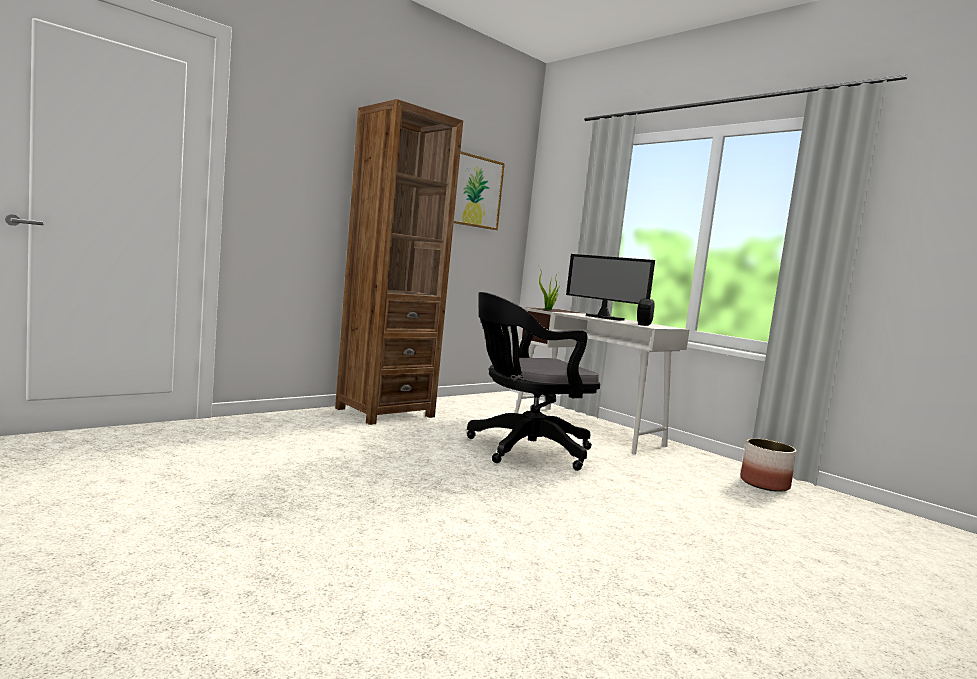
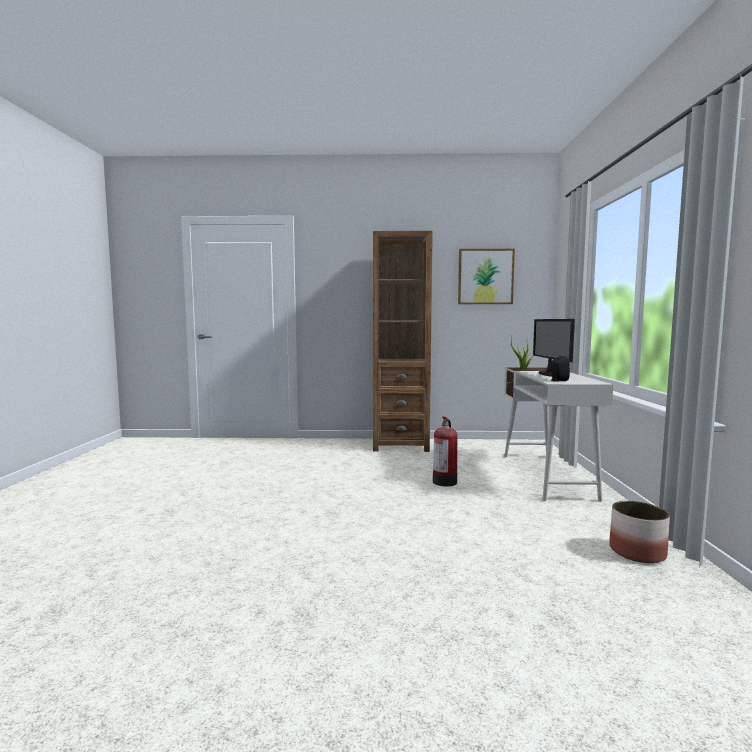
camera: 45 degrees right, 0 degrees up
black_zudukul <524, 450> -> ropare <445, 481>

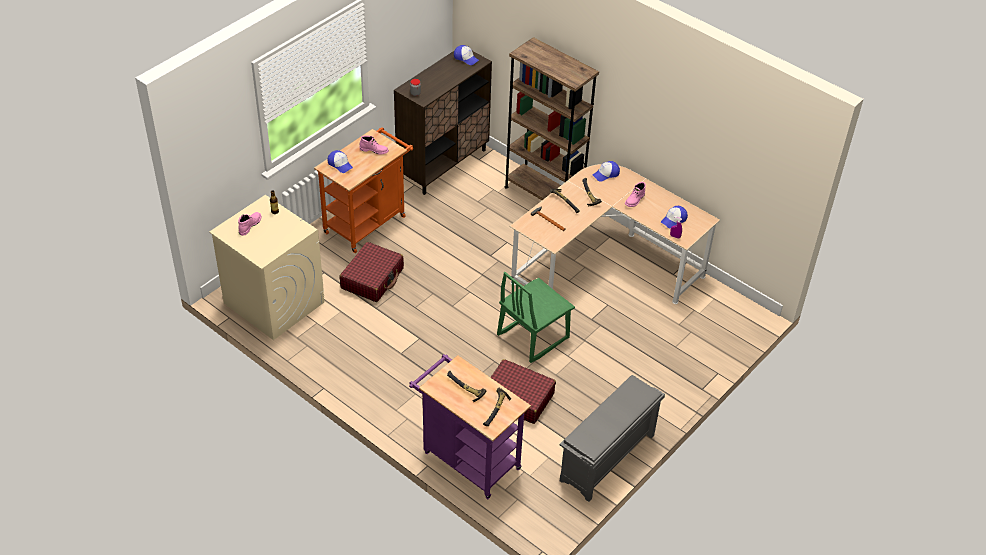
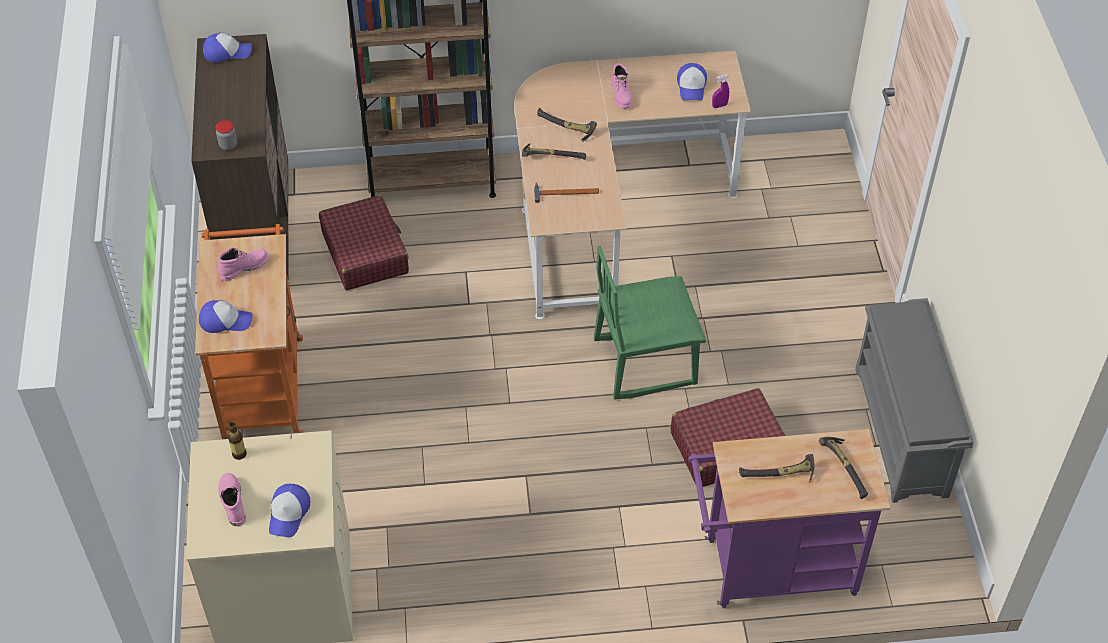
camera: 45 degrees left, 5 degrees up
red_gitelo <372, 278> -> red_gitelo <365, 252>, move
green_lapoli <532, 336> -> green_lapoli <644, 361>, 75 degrees clockwise
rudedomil <606, 174> -> rudedomil <289, 513>, move

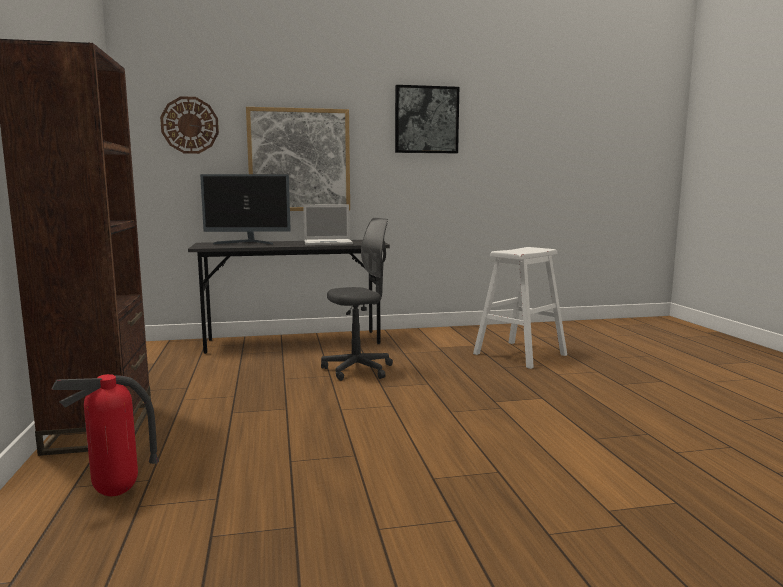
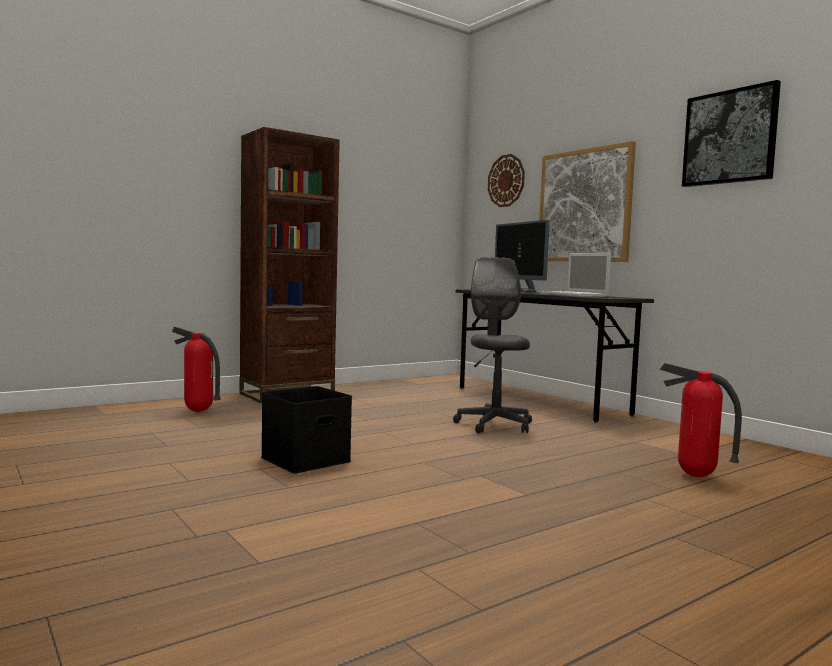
camera: 65 degrees right, 5 degrees down
grey_zudukul <358, 370> -> grey_zudukul <494, 425>, 135 degrees counterclockwise
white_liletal <519, 354> -> ropare <696, 476>
none -> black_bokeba <306, 458>

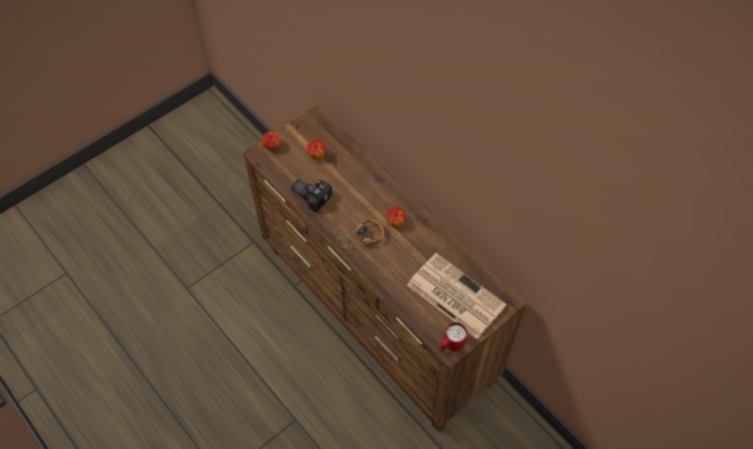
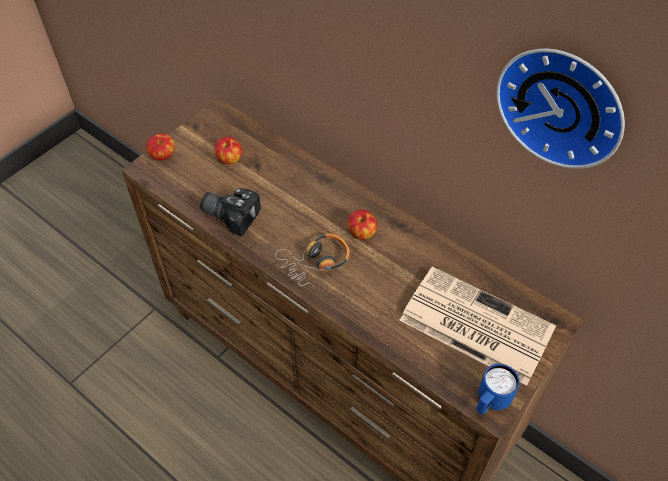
camera: 10 degrees left, 5 degrees down
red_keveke <451, 345> -> blue_keveke <490, 401>
none -> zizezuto <563, 104>

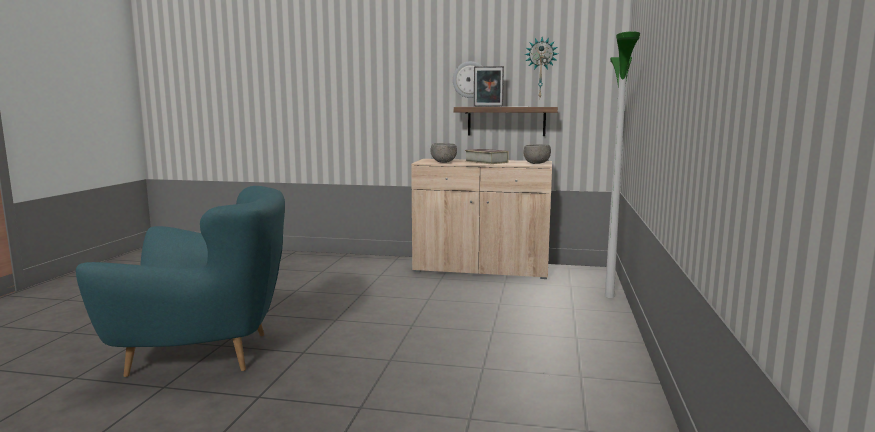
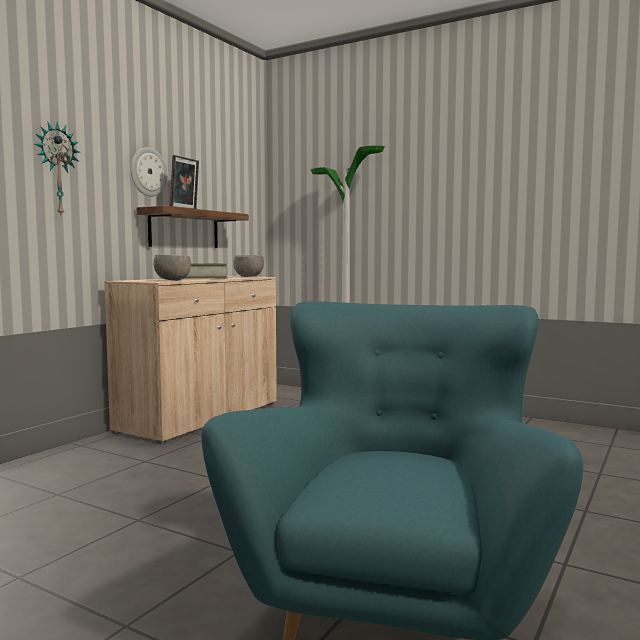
camera: 70 degrees left, 5 degrees down
zizezuto <541, 68> -> zizezuto <56, 169>, move

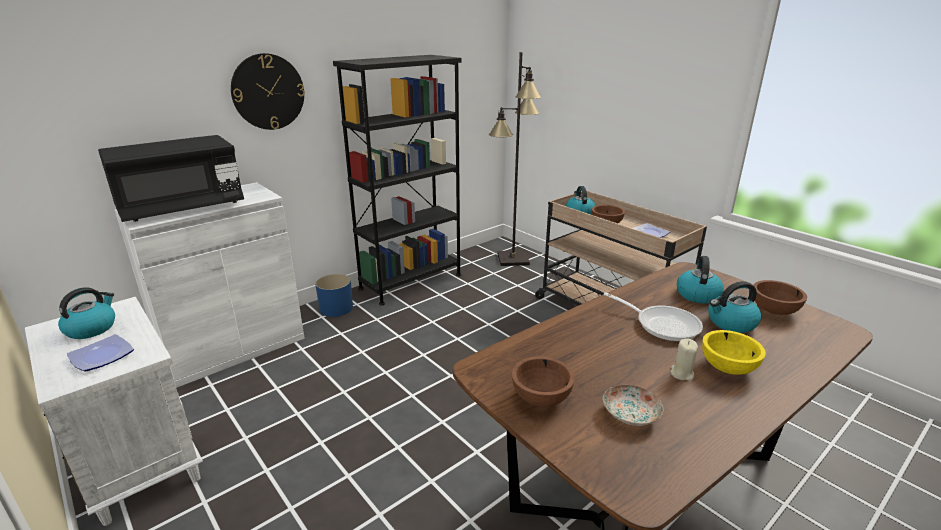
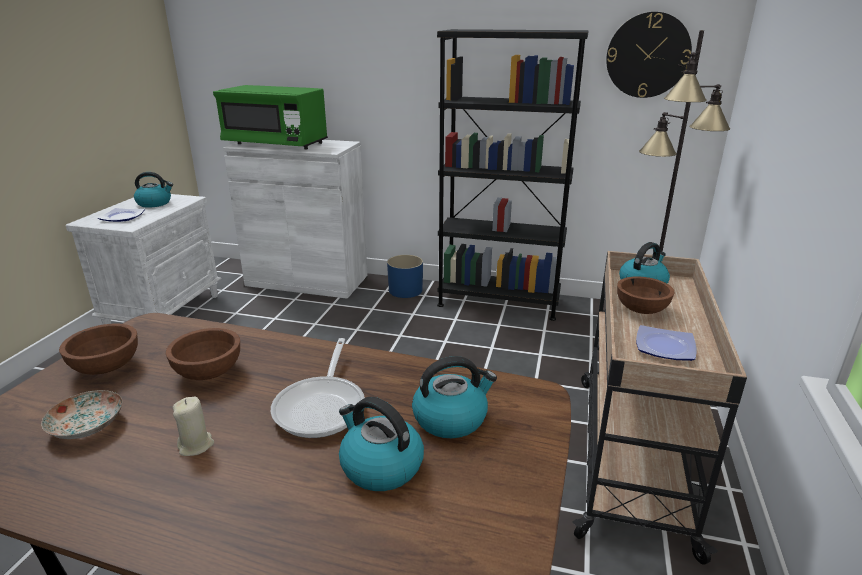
camera: 55 degrees right, 0 degrees up
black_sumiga <182, 208> -> green_sumiga <275, 144>
zizezuto <268, 92> -> zizezuto <647, 55>, move
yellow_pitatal <728, 367> -> none
brown_pitatal <774, 310> -> brown_pitatal <208, 372>, move

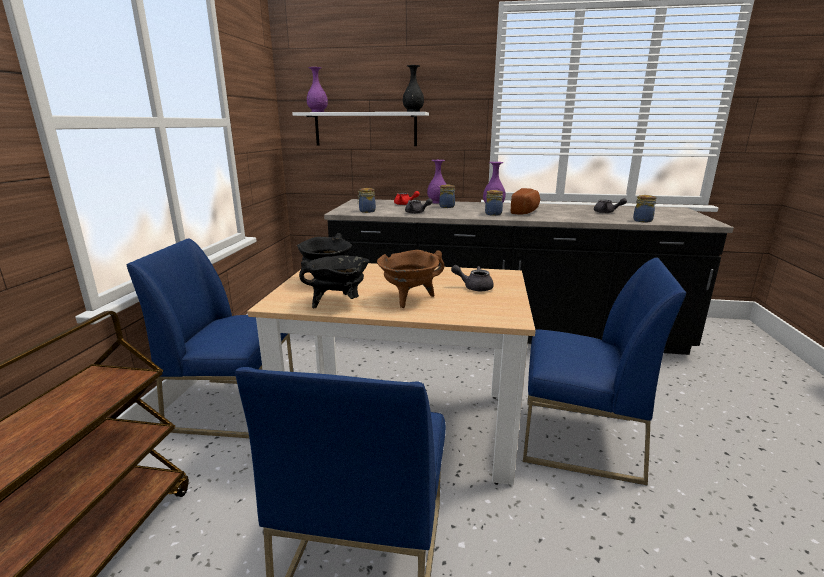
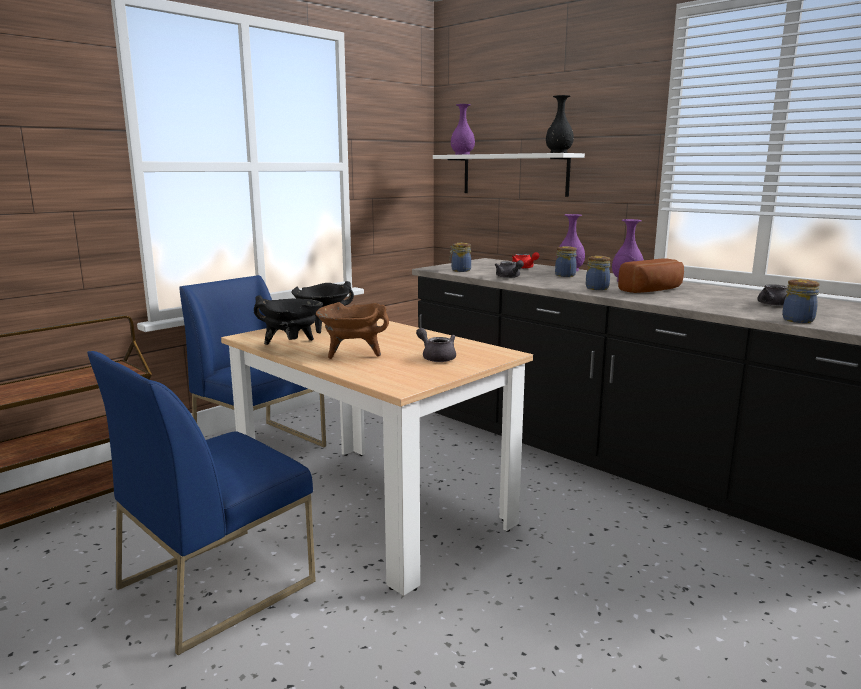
camera: 35 degrees right, 5 degrees down
blue_lapoli <578, 439> -> none

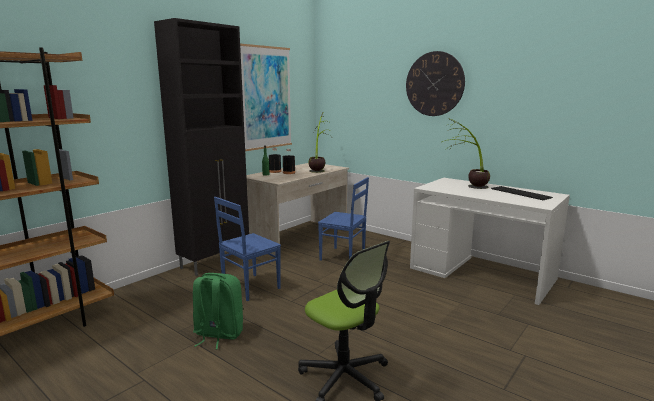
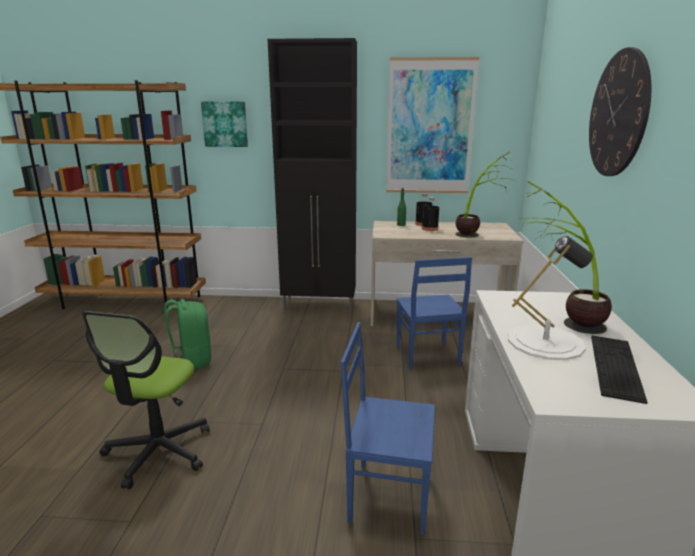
camera: 55 degrees right, 5 degrees up
blue_lapoli <250, 287> -> blue_lapoli <388, 495>, move
none -> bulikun <225, 124>
none -> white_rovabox <545, 342>

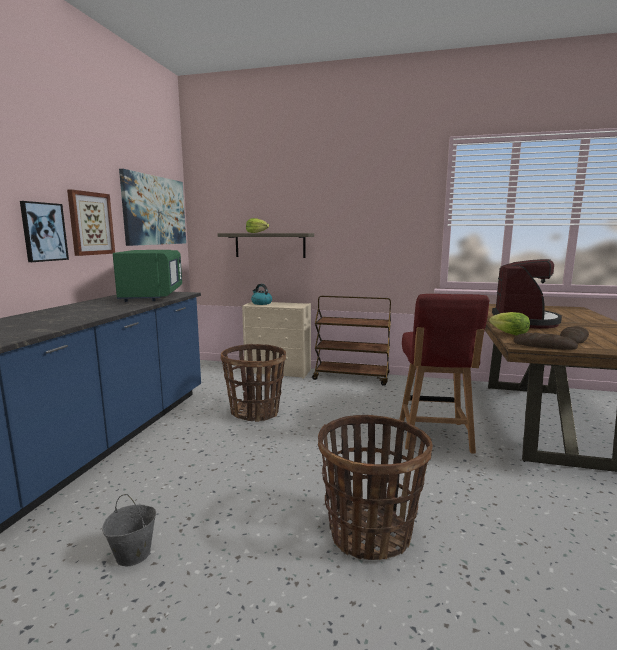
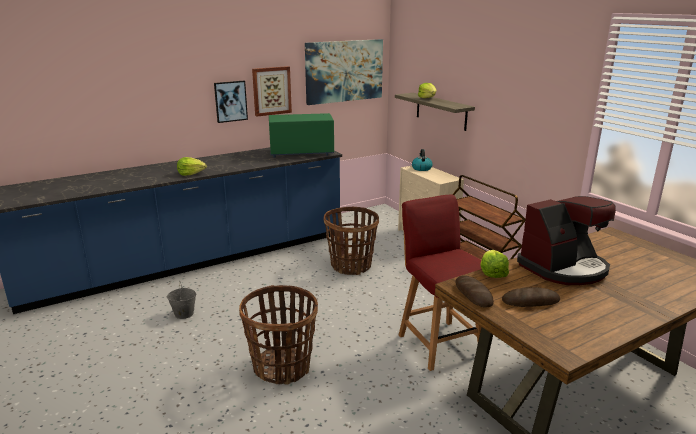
camera: 45 degrees right, 10 degrees up
green_sumiga <152, 296> -> green_sumiga <301, 152>, 135 degrees counterclockwise
red_lapoli <434, 436> -> red_lapoli <439, 343>, 105 degrees clockwise
none -> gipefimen <191, 173>

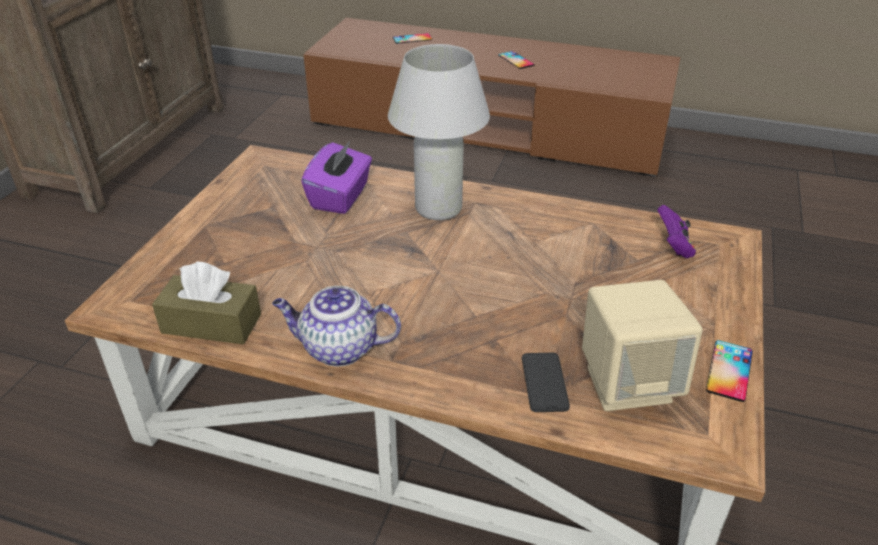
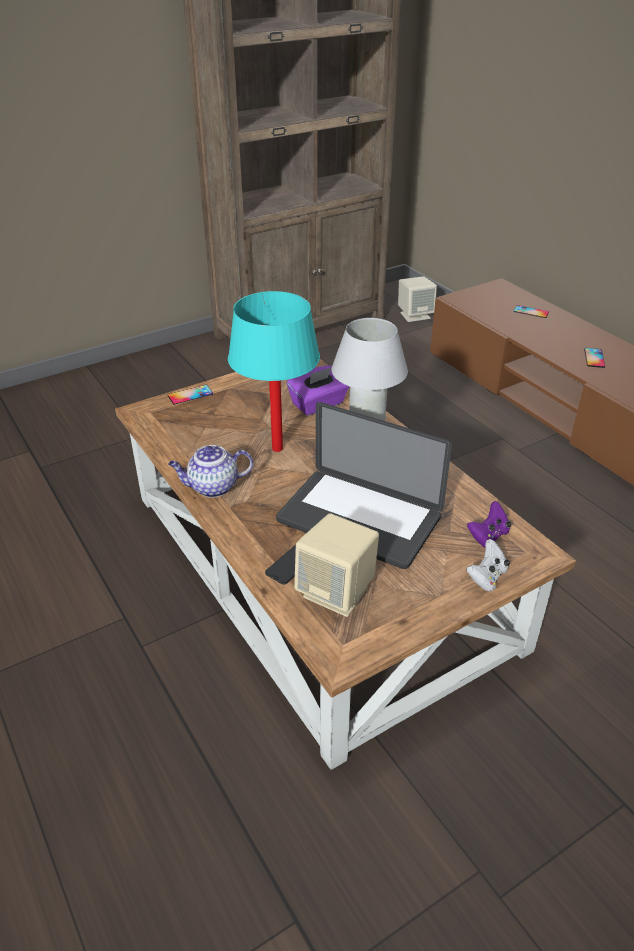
camera: 40 degrees right, 0 degrees up
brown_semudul <211, 323> -> none
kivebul <338, 349> -> kivebul <212, 487>, 60 degrees counterclockwise
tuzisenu <729, 370> -> tuzisenu <190, 395>, move
none -> turquoise_rovabox <277, 449>
none -> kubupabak <359, 519>
none -> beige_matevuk <415, 315>
none -> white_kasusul <487, 577>

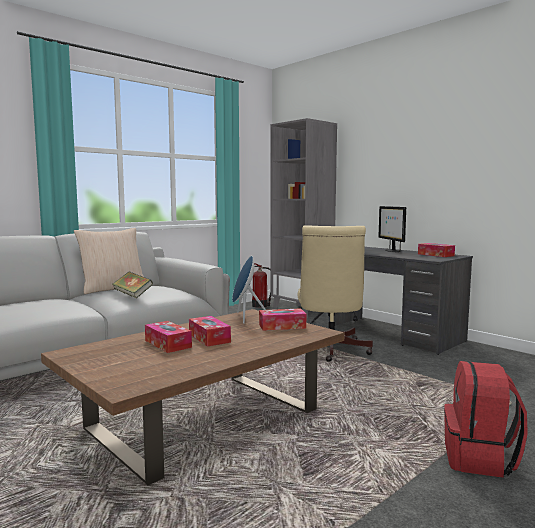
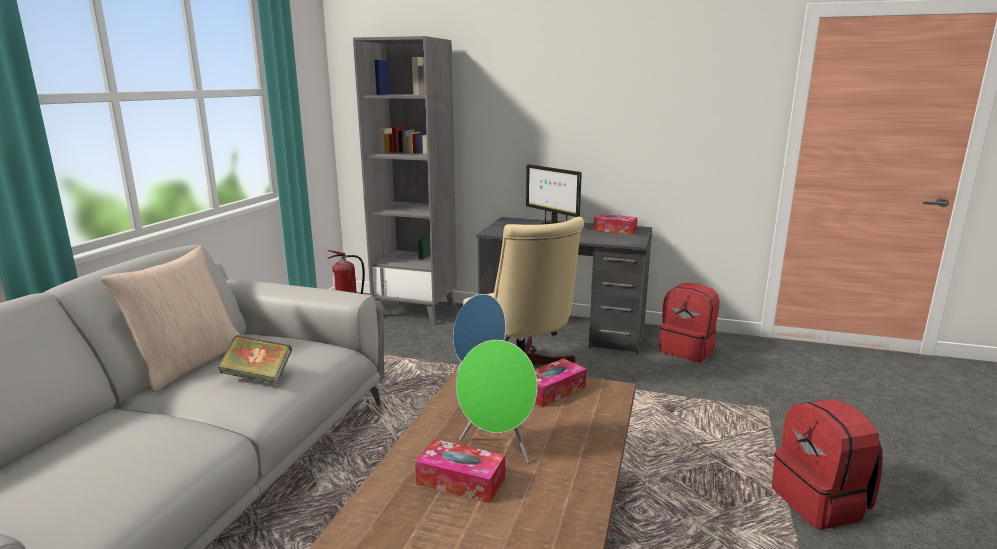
camera: 30 degrees left, 10 degrees up
semudul <209, 338> -> green_matevuk <498, 447>
none -> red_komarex <687, 350>

